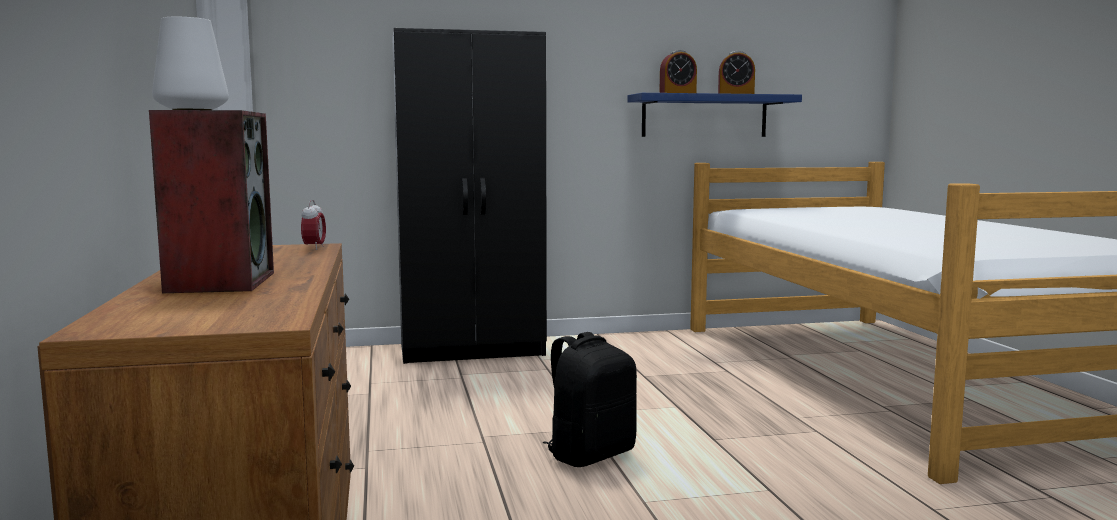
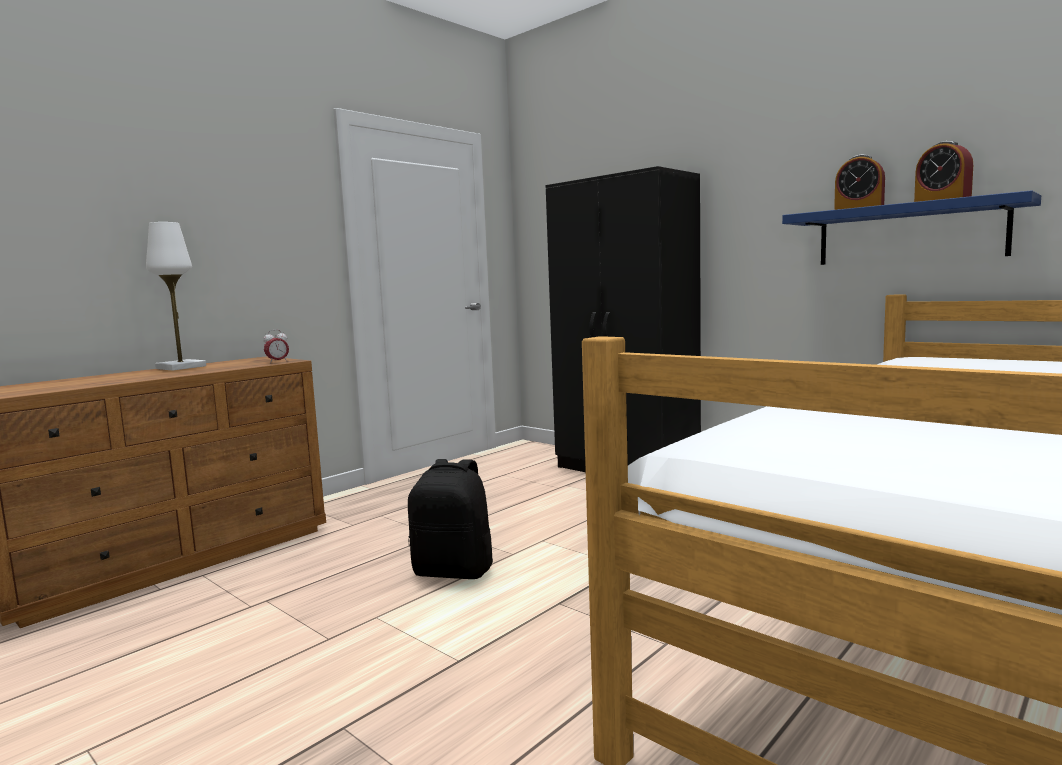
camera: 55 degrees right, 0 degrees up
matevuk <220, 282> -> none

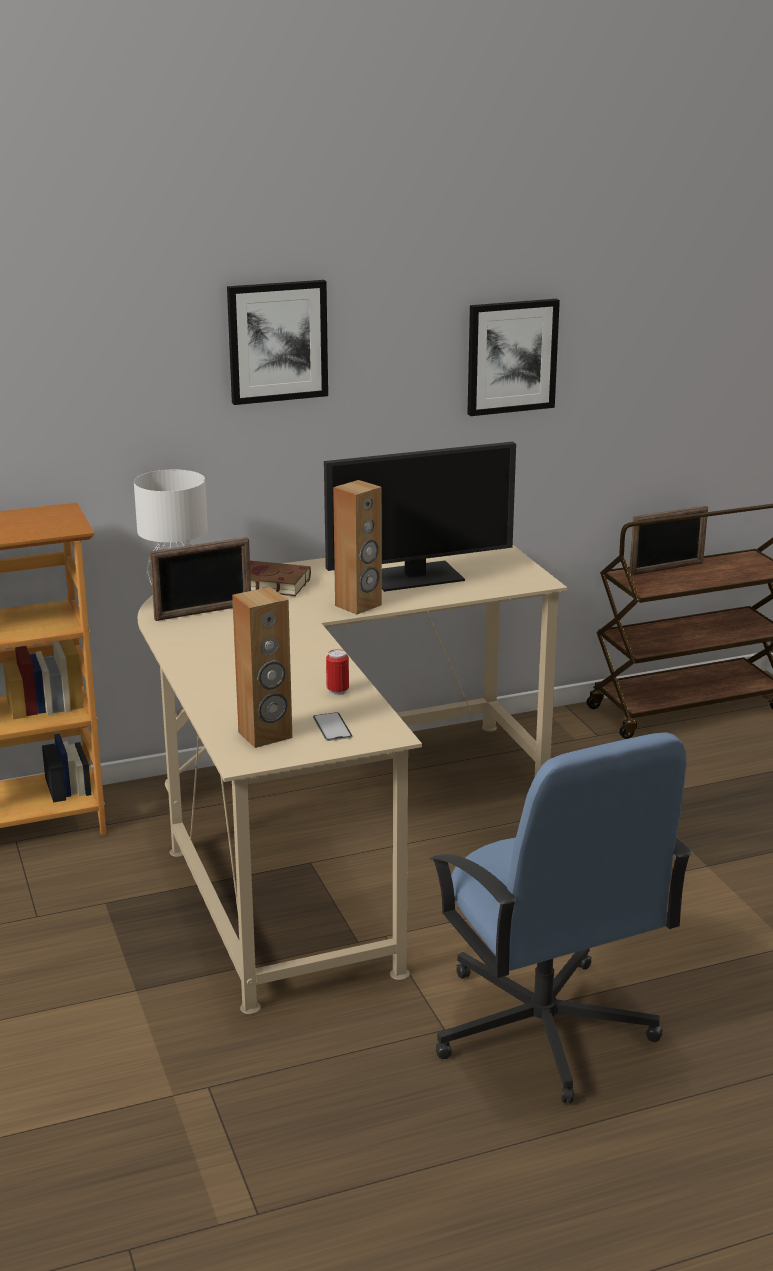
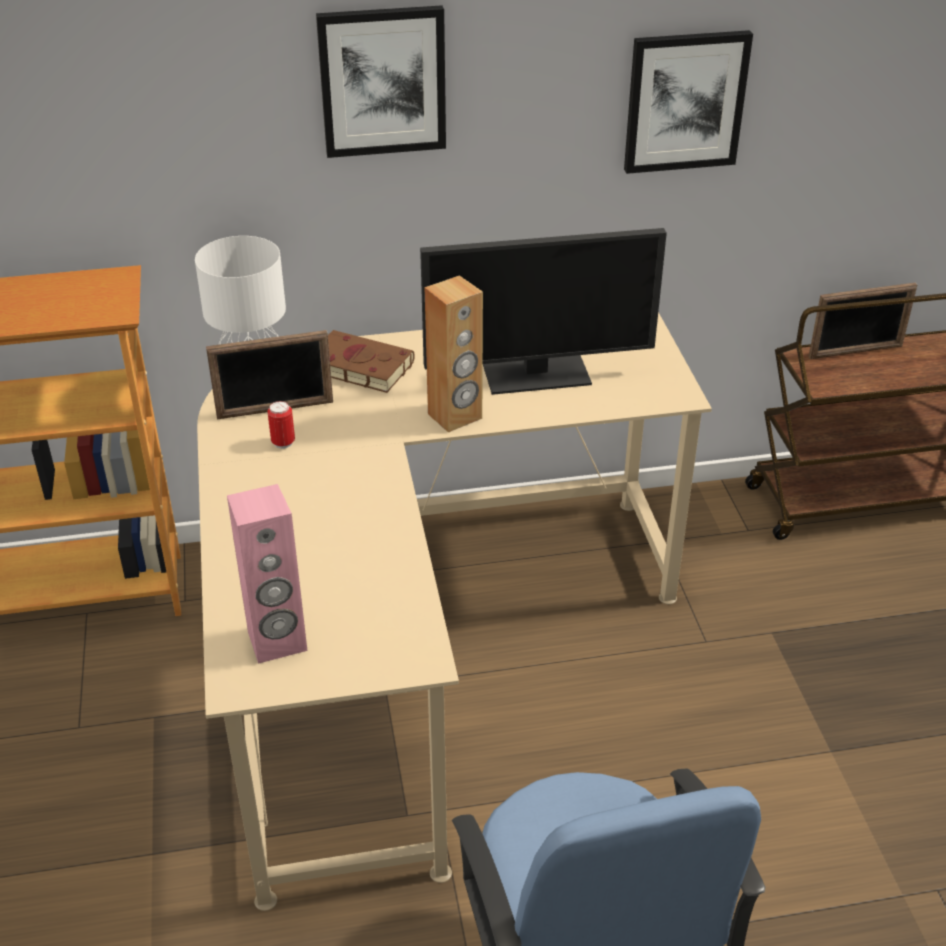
camera: 10 degrees right, 15 degrees up
brown_matevuk <265, 735> -> pink_matevuk <277, 642>
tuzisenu <332, 727> -> none
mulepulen <337, 691> -> mulepulen <283, 443>, move

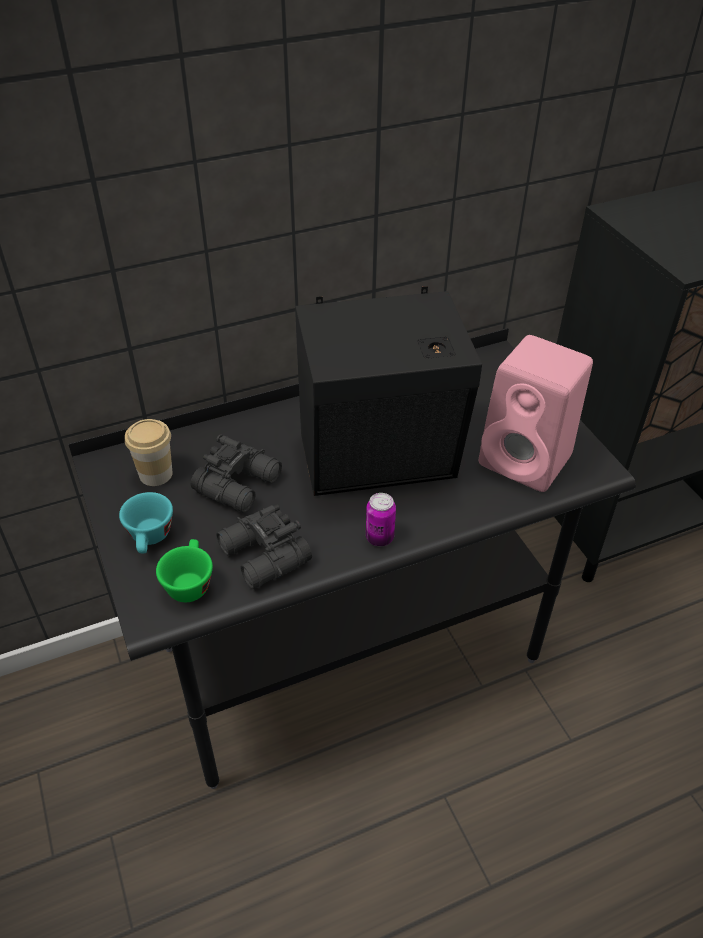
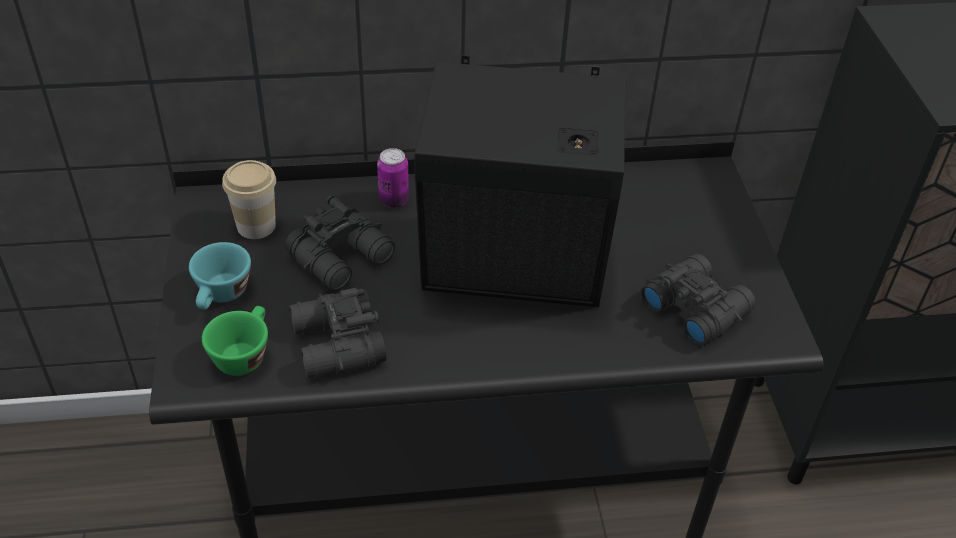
camera: 15 degrees right, 0 degrees up
mulepulen <379, 538> -> mulepulen <393, 200>, move
pink_matevuk <528, 461> -> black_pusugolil <695, 307>

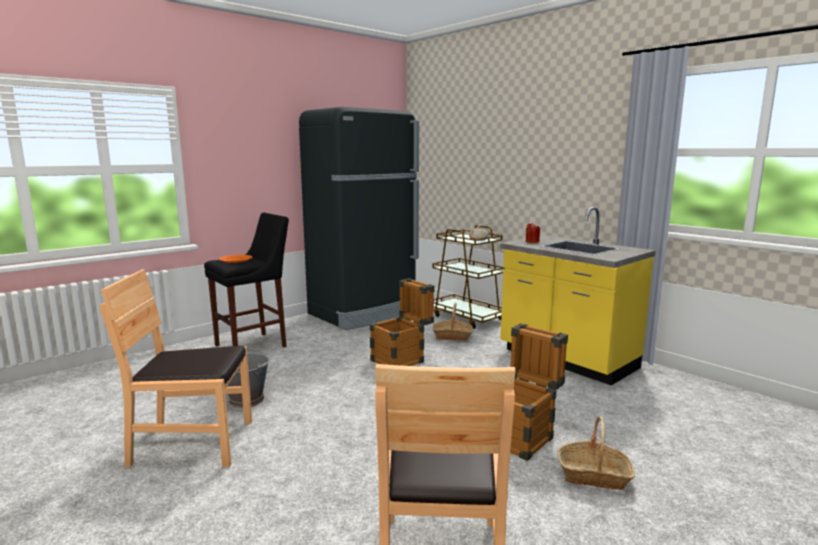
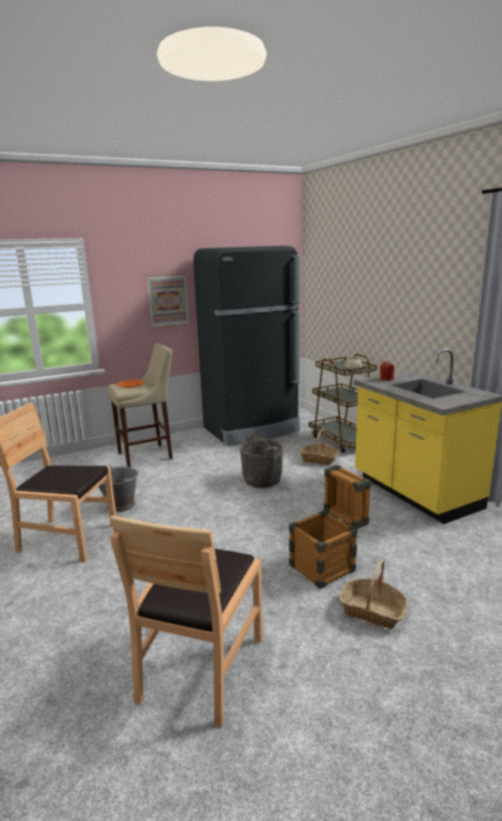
camera: 15 degrees right, 5 degrees up
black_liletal <254, 345> -> beige_liletal <148, 455>
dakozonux <402, 359> -> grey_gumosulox <262, 479>
none -> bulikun <168, 300>

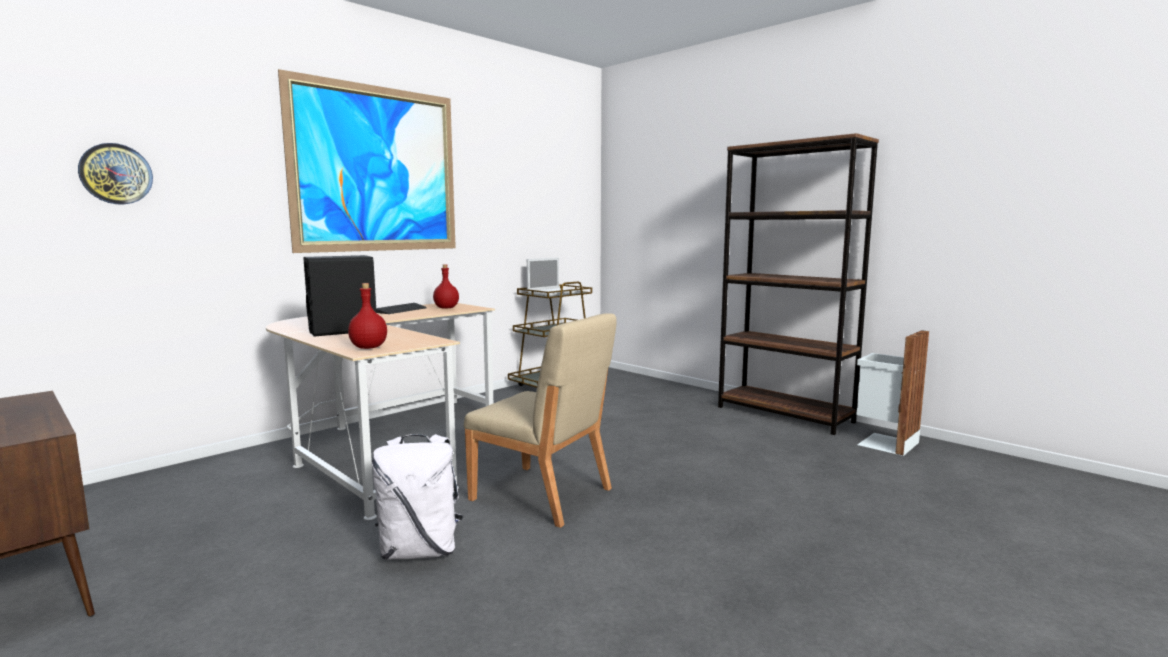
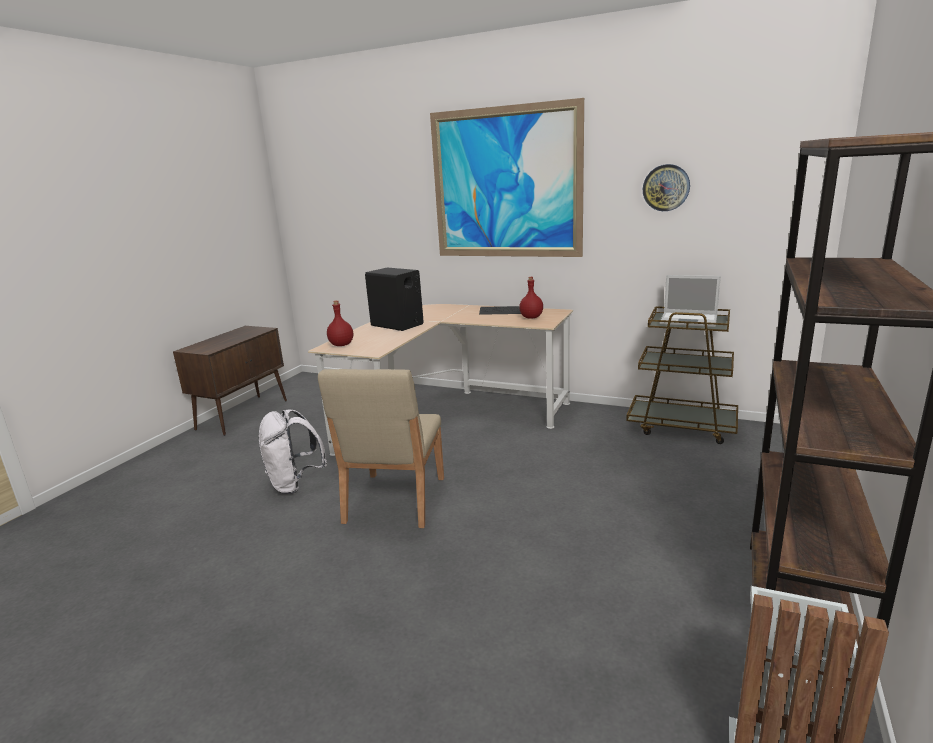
camera: 70 degrees right, 10 degrees up
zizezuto <116, 174> -> zizezuto <666, 187>, move

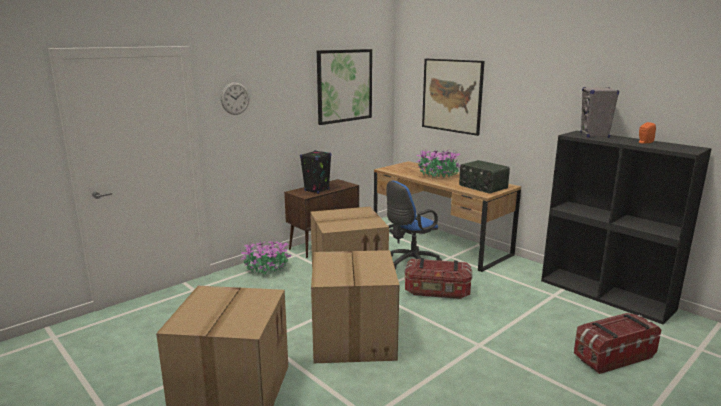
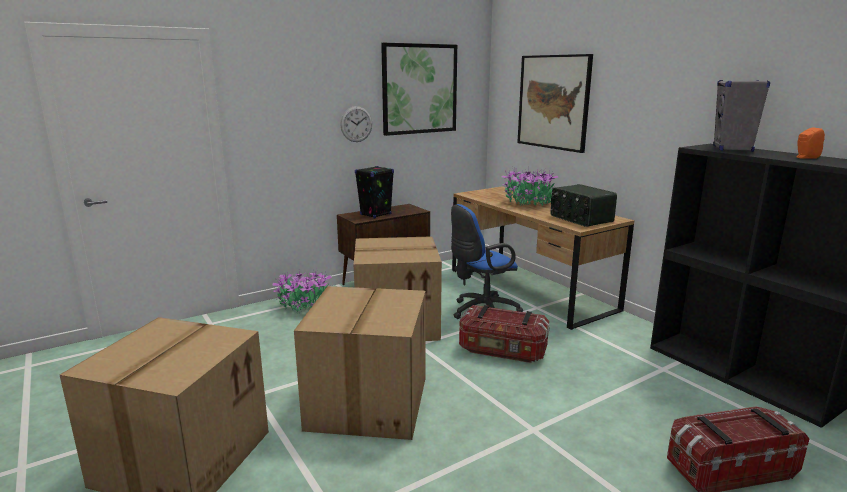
camera: 10 degrees right, 0 degrees up
zizezuto <235, 98> -> zizezuto <356, 124>, move

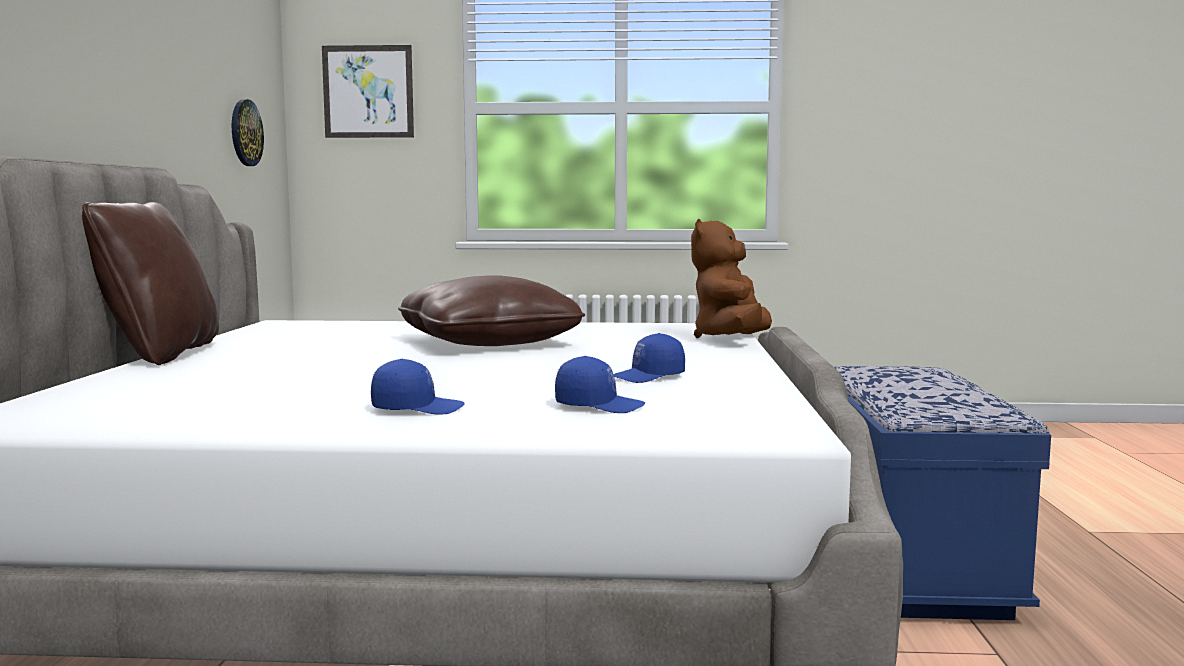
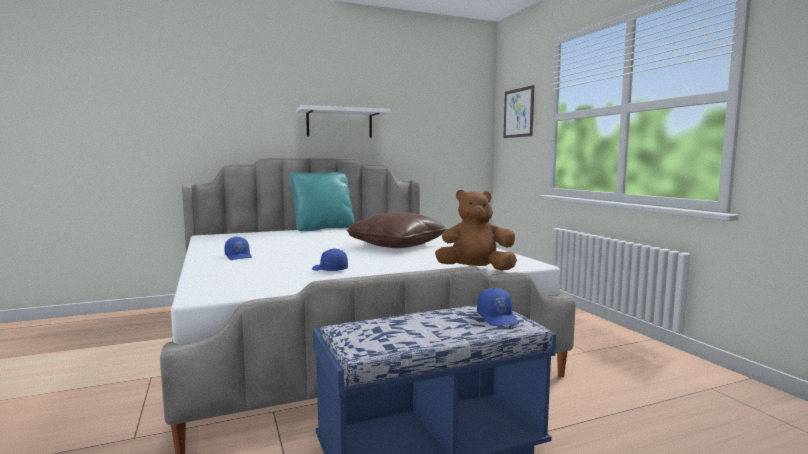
camera: 65 degrees right, 0 degrees up
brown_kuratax <159, 354> -> turquoise_kuratax <323, 228>
zizezuto <245, 133> -> none
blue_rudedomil <599, 406> -> blue_rudedomil <498, 318>, move
none -> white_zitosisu <339, 123>

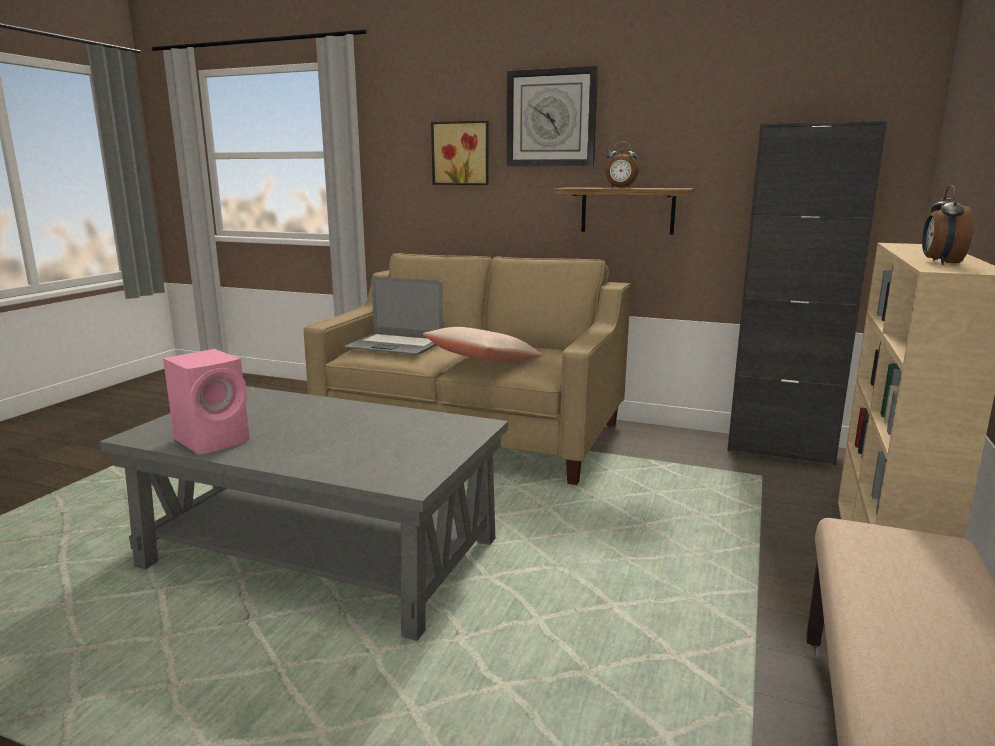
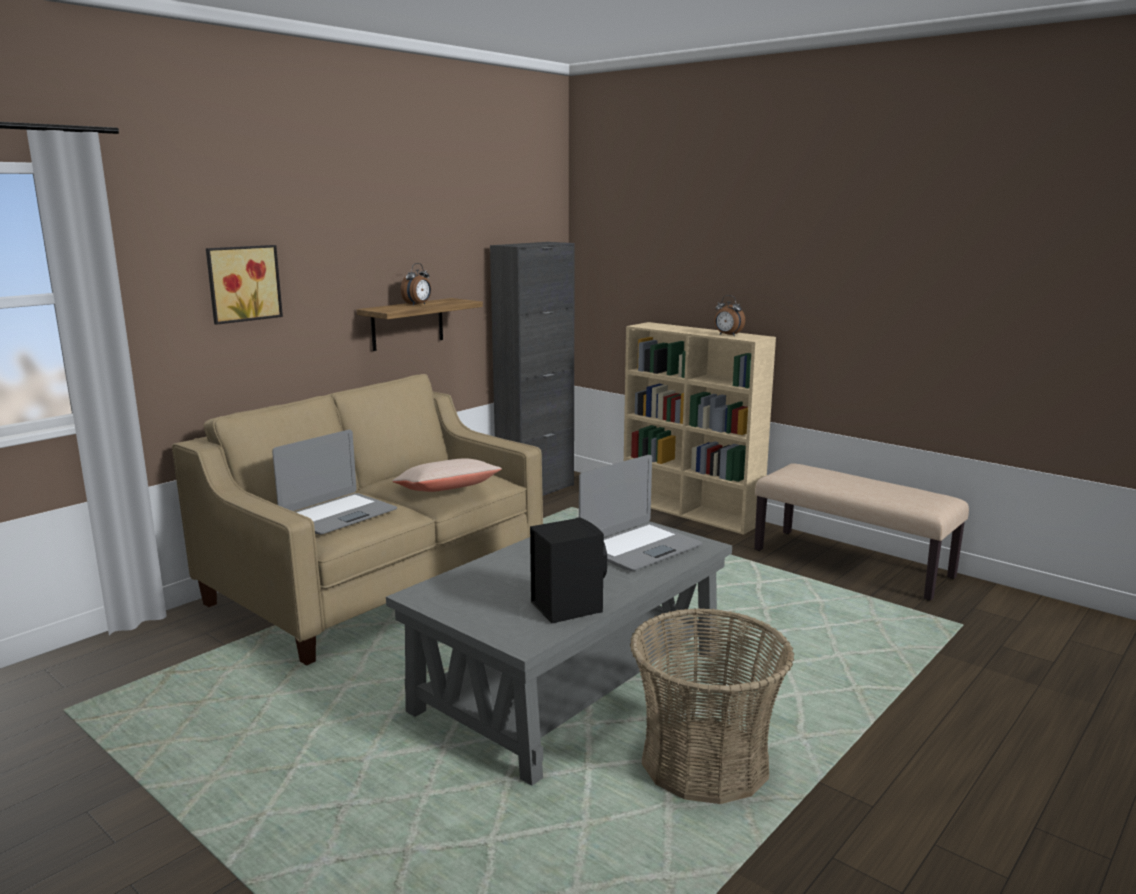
camera: 70 degrees left, 0 degrees up
pink_matevuk <215, 440> -> black_matevuk <566, 606>
zizezuto <551, 118> -> none
none -> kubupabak <639, 548>
none -> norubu <705, 763>

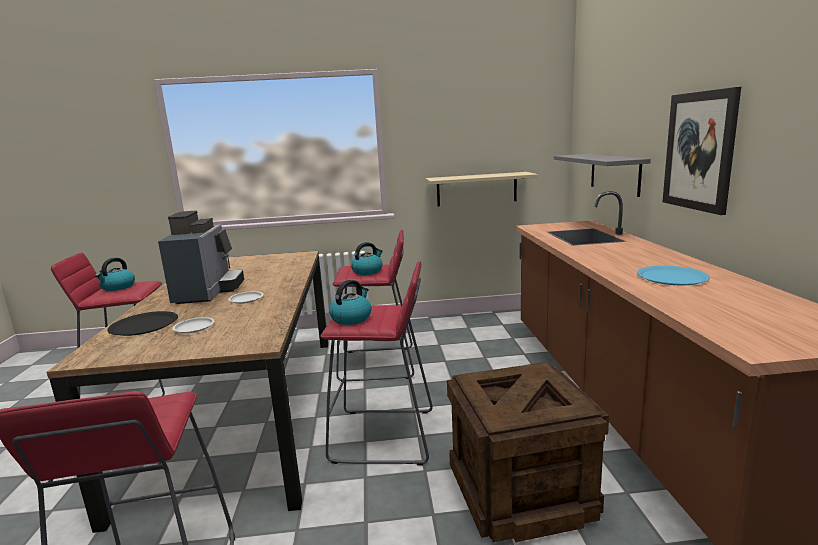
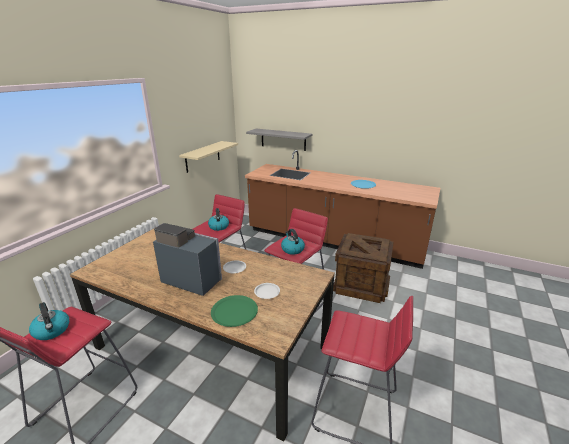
camera: 60 degrees left, 10 degrees up
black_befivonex <144, 325> -> green_befivonex <234, 311>
bulikun <699, 151> -> none

